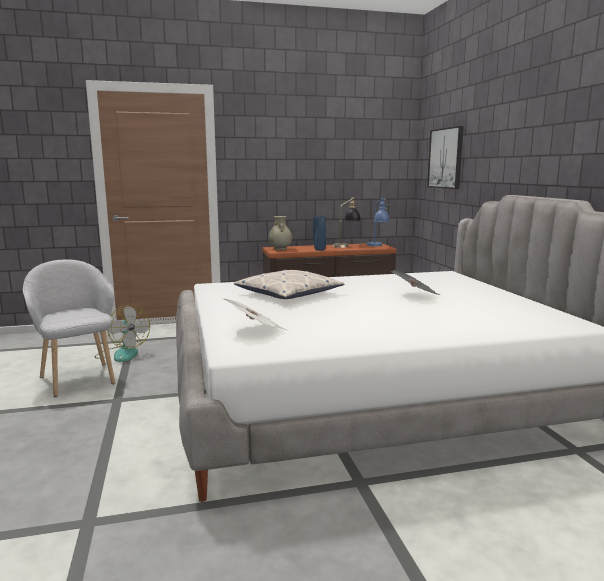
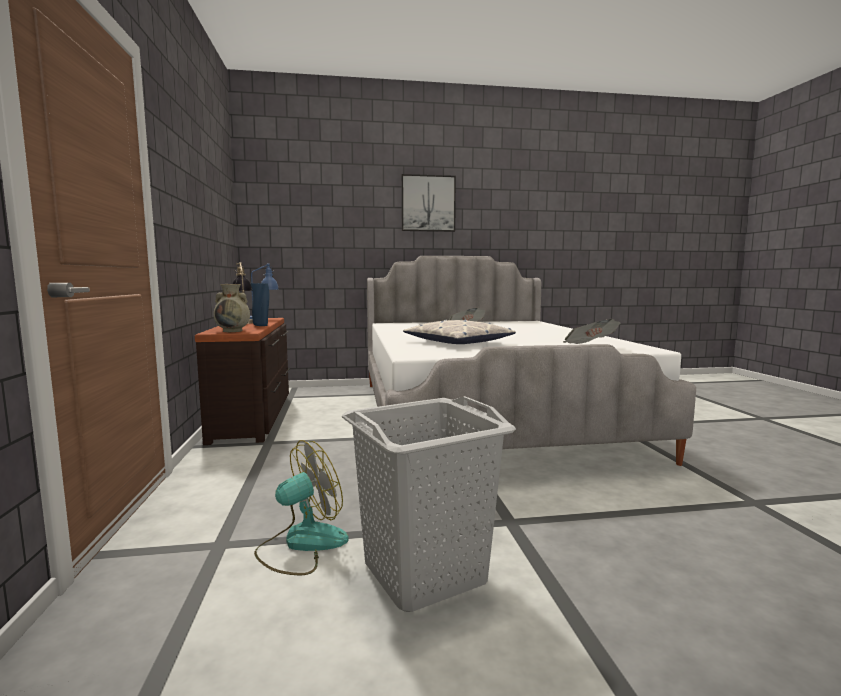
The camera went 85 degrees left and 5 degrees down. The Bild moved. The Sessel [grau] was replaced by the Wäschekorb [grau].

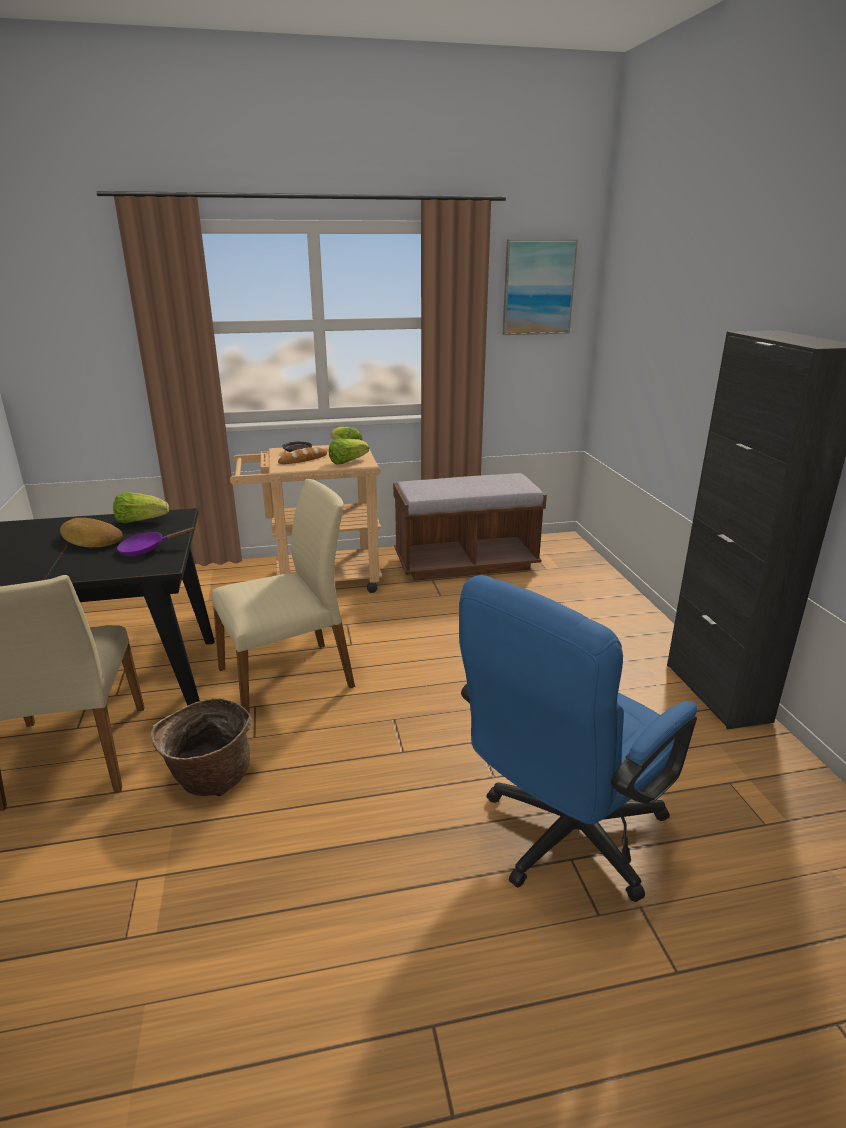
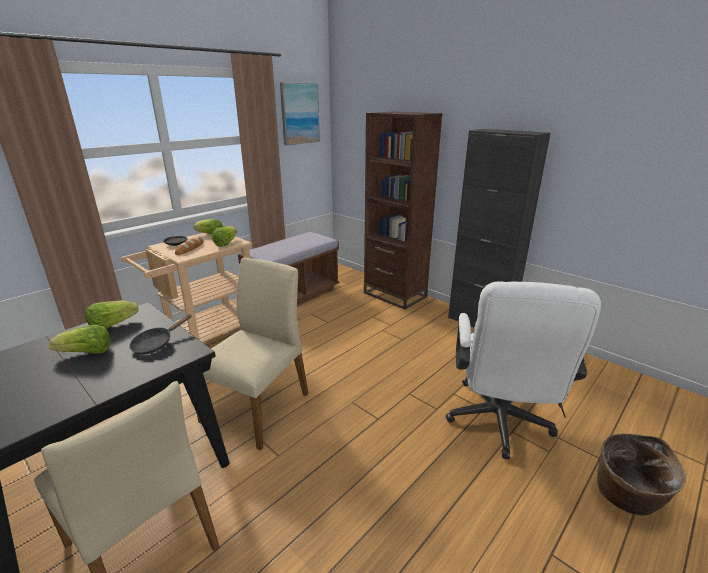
The camera went 35 degrees left and 0 degrees up. The Bücherregal [braun] appeared. The Korb moved. The Brot (1st from left) was replaced by the Salatkopf (1st from left). The Pfanne [lila] became the Pfanne [schwarz]. The Bürostuhl [blau] became the Bürostuhl [weiß].

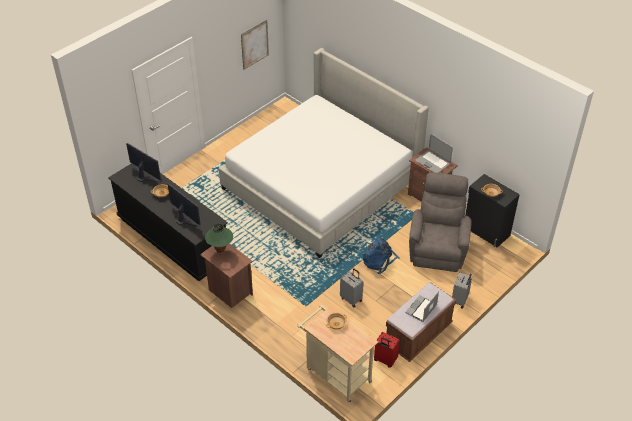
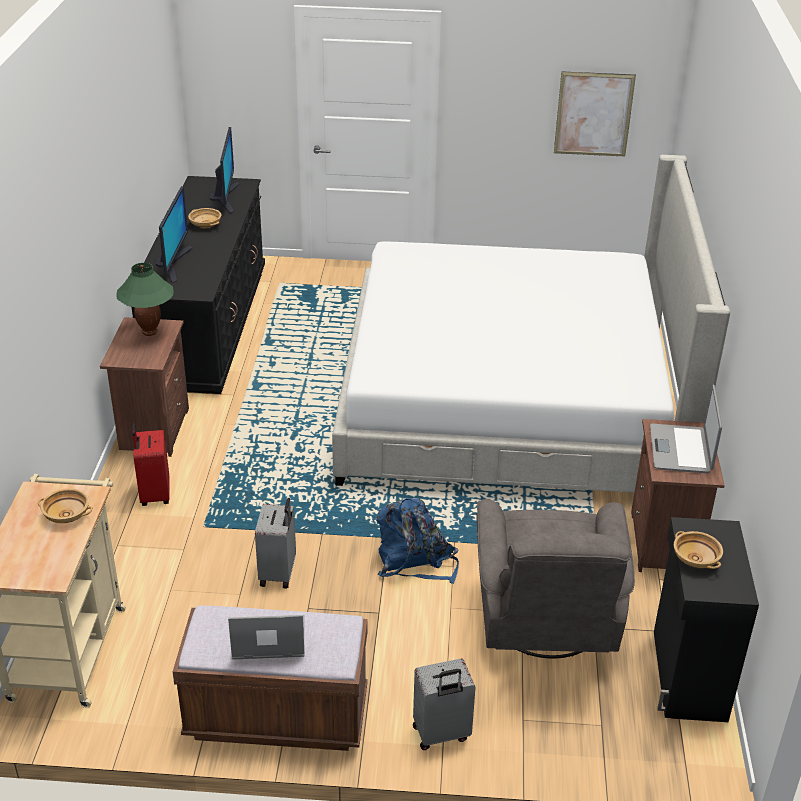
The camera went 50 degrees right and 10 degrees down. The Koffer [rot] moved. The Sessel [grau] turned 120 degrees clockwise.

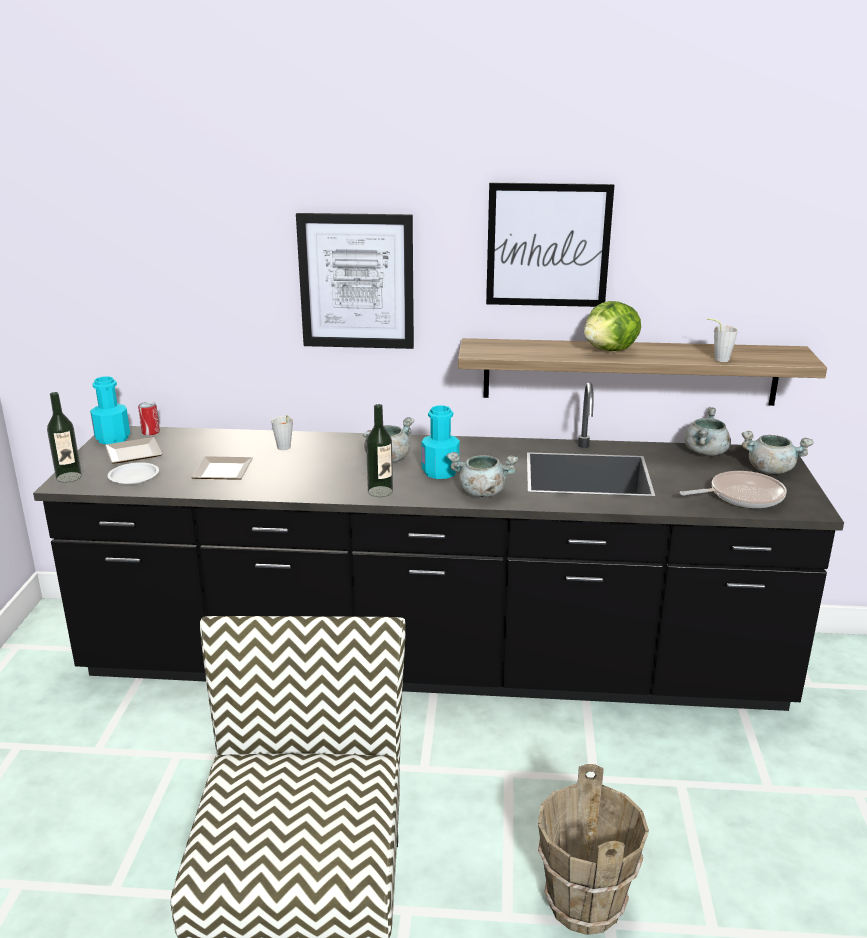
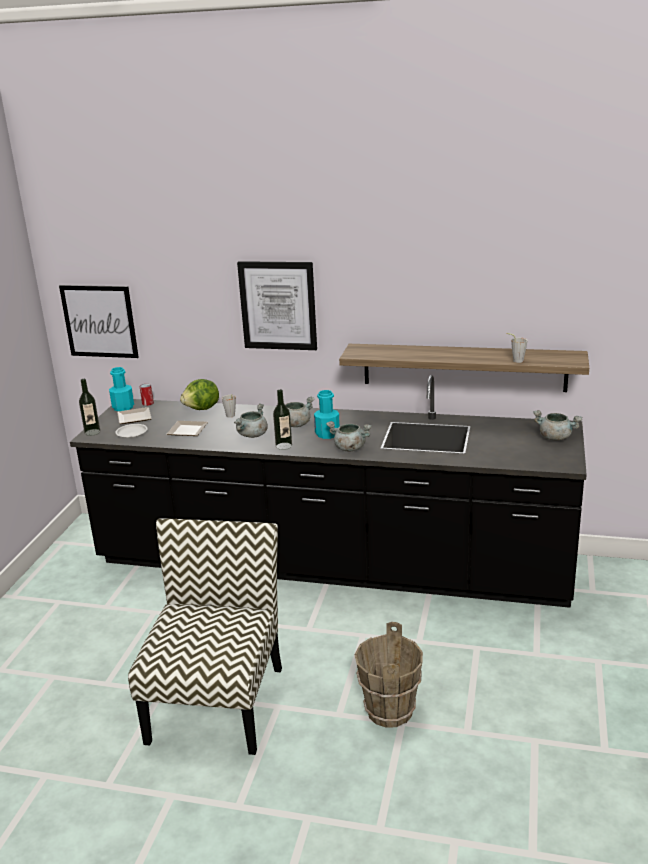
The camera went 10 degrees right and 0 degrees up. The Pfanne disappeared. The Bild (2nd from left in the first image) moved. The Salatkopf moved. The Kochtopf [grau] (3rd from left in the first image) moved.

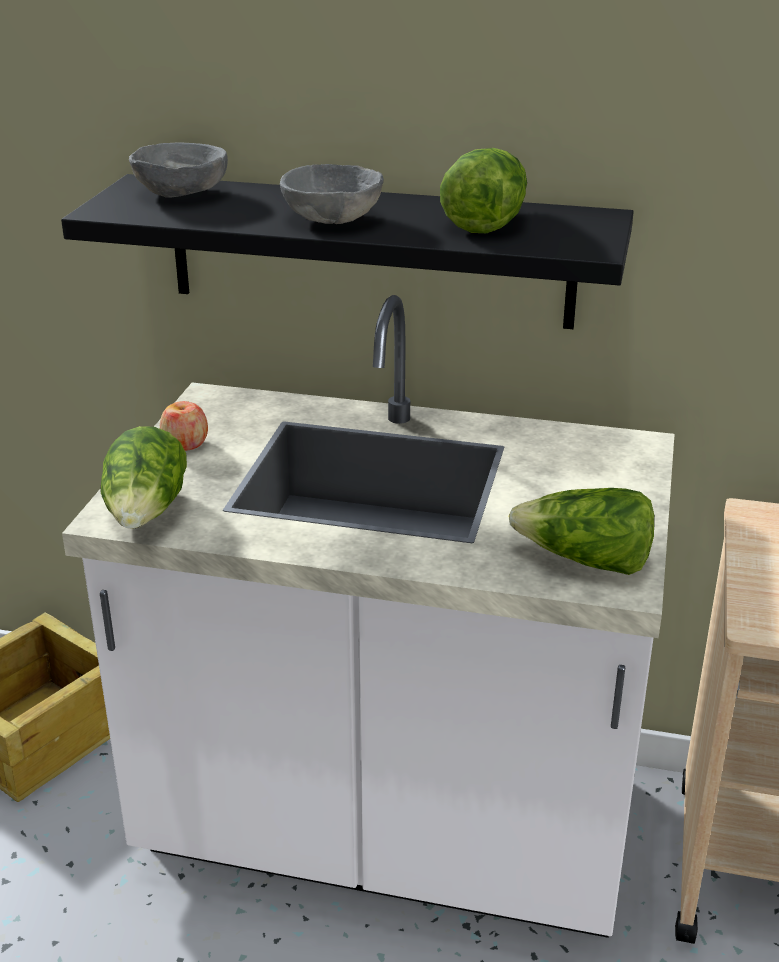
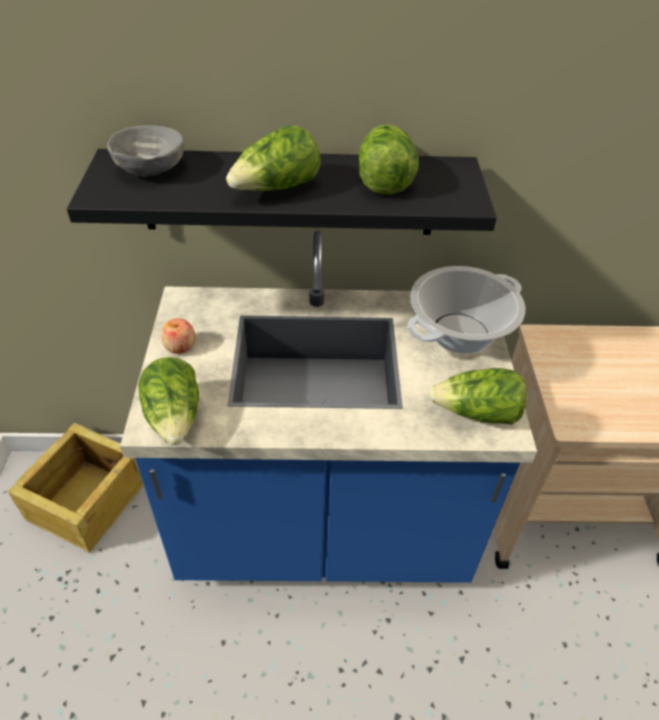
The camera went 15 degrees left and 15 degrees up. The Kochtopf appeared. The Schüssel [grau] (2nd from left) was replaced by the Salatkopf (2nd from left). The Küchenzeile [weiß] became the Küchenzeile [blau].

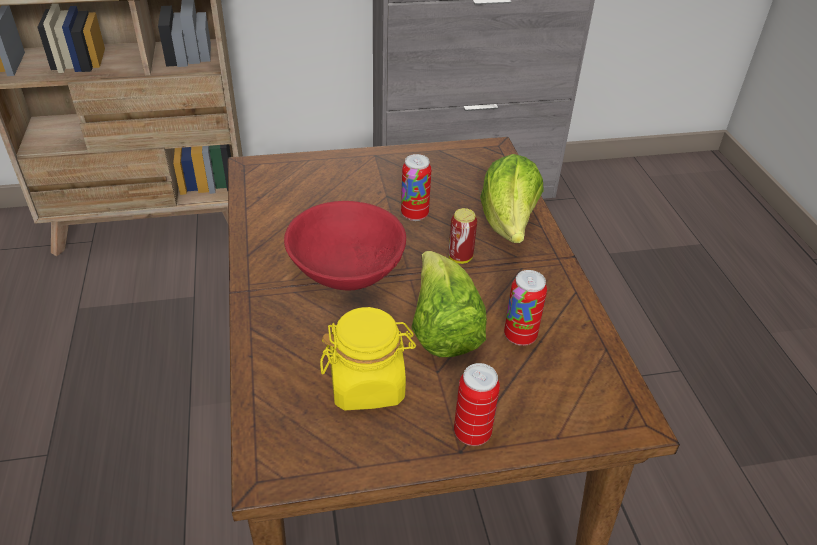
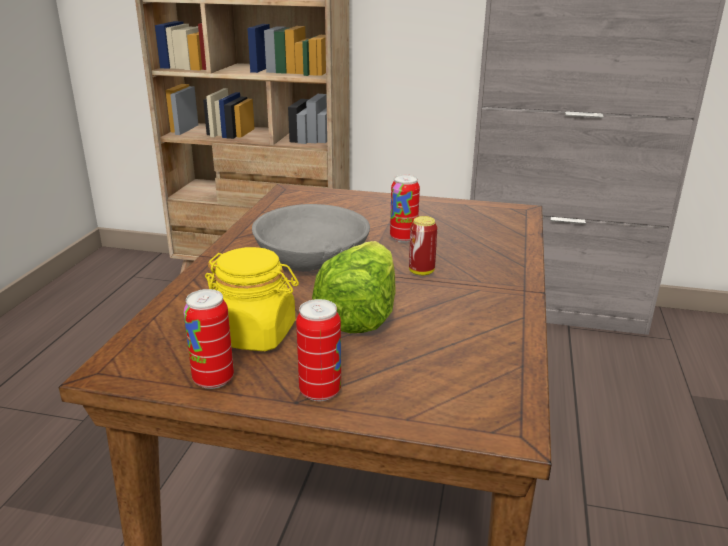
The camera went 25 degrees right and 15 degrees down. The Salatkopf (2nd from left) disappeared. The Dose (4th from left in the first image) moved. The Schüssel [rot] became the Schüssel [grau].

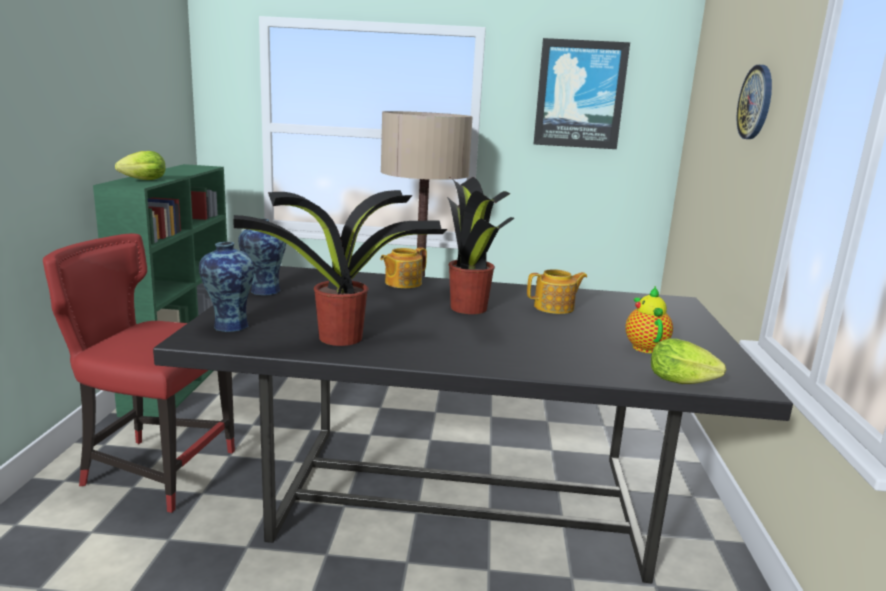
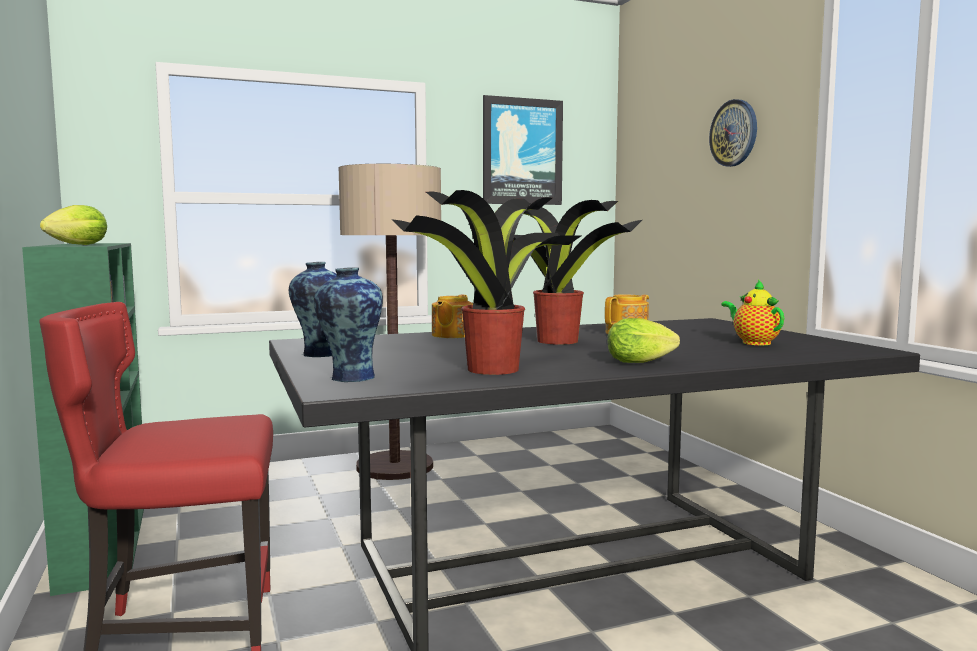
The camera went 25 degrees left and 10 degrees down. The Salatkopf (2nd from left) moved.

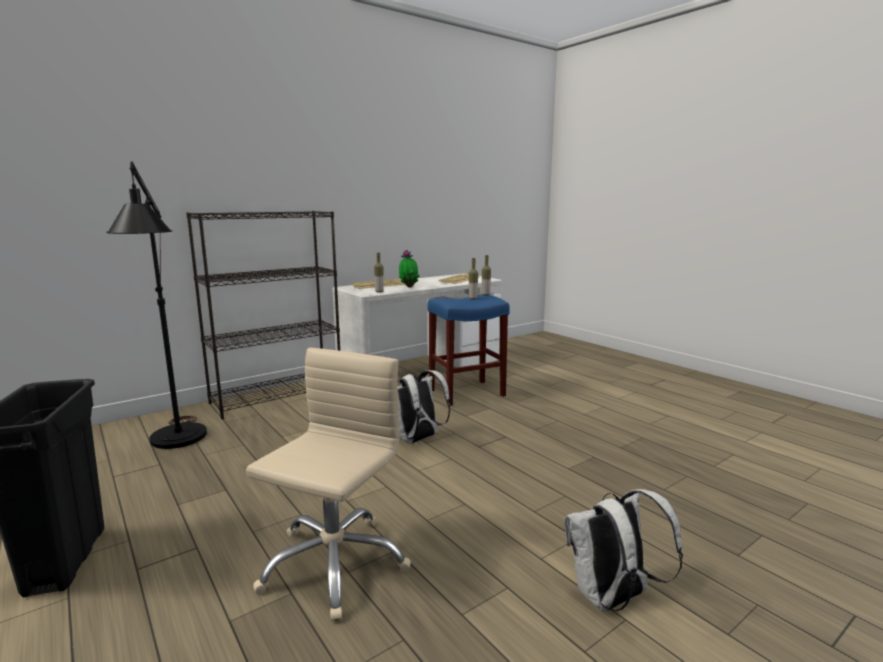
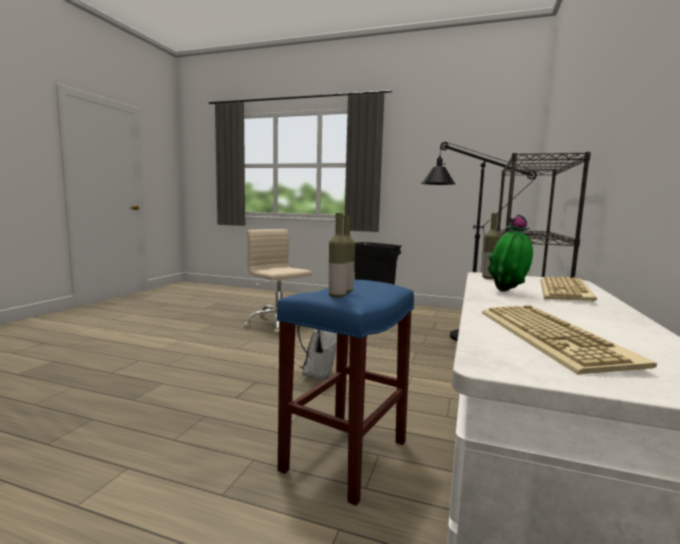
The camera went 145 degrees right and 5 degrees down. The Rucksack [weiß] (2nd from left) disappeared. The Bürostuhl [beige] turned 150 degrees clockwise.

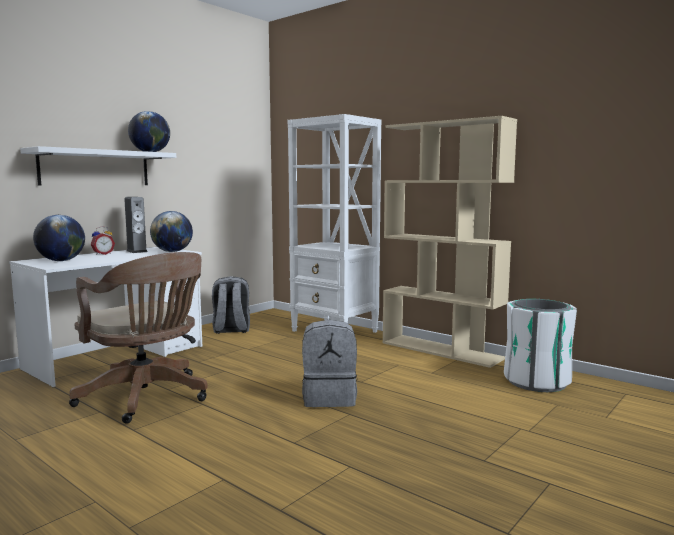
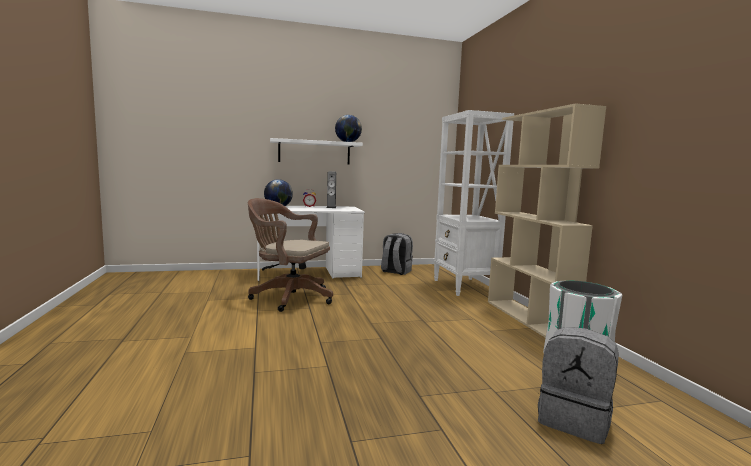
The camera went 35 degrees right and 0 degrees up. The Globus (3rd from left) disappeared. The Rucksack [grau] (2nd from left) moved. The Bürostuhl [braun] turned 120 degrees clockwise.

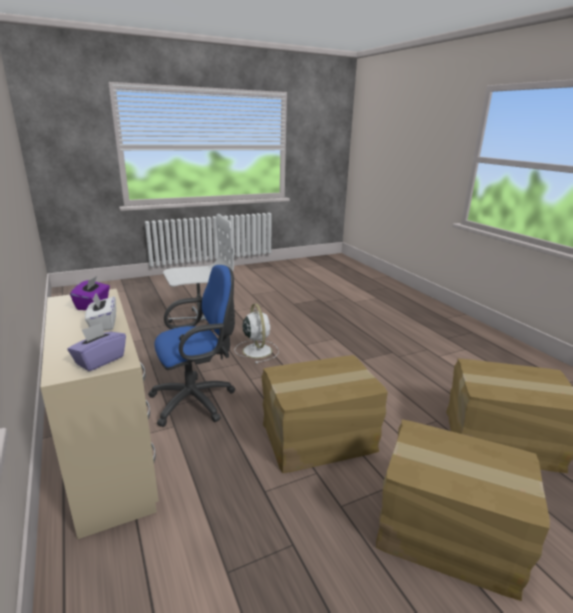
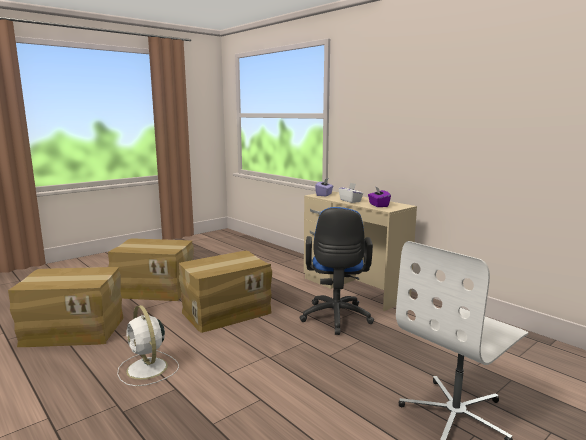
The camera went 165 degrees right and 10 degrees down. The Ventilator [weiß] moved. The Bürostuhl [blau] turned 45 degrees counterclockwise.

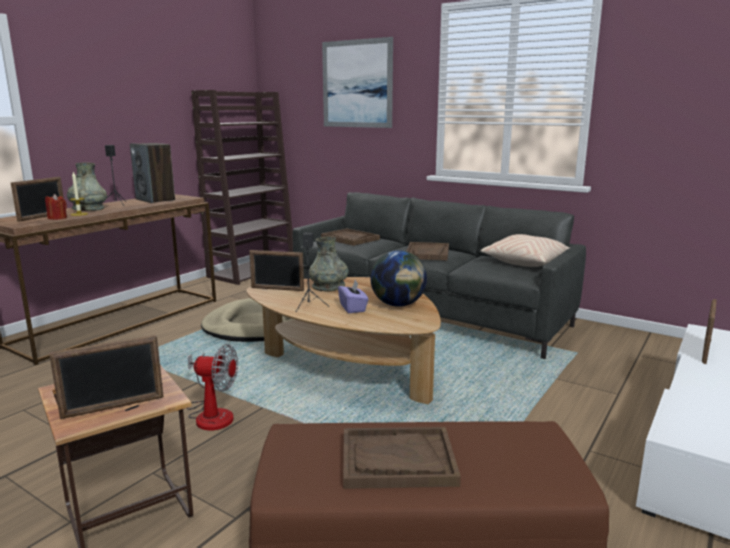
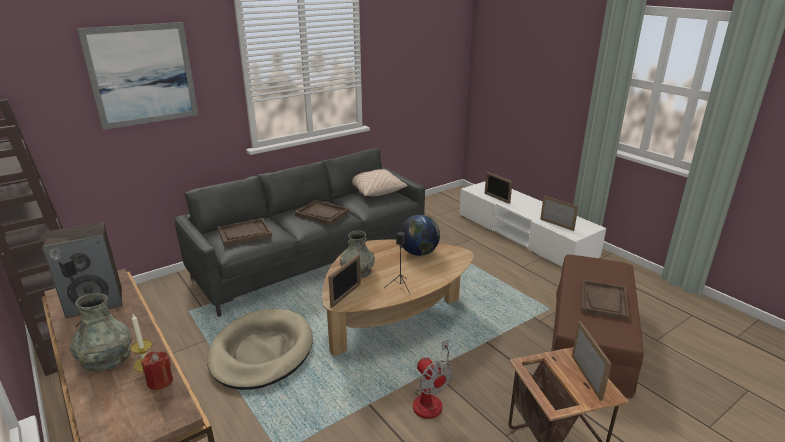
The camera went 70 degrees left and 10 degrees up. The Taschentuchbox [lila] disappeared. The Bilderrahmen (1st from left in the first image) moved. The Ventilator turned 120 degrees clockwise.

